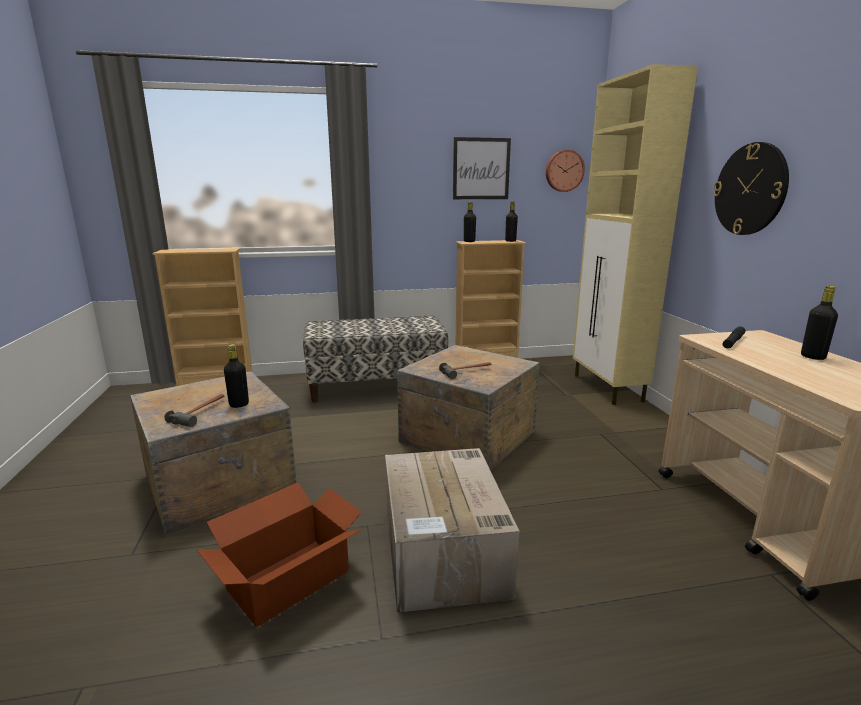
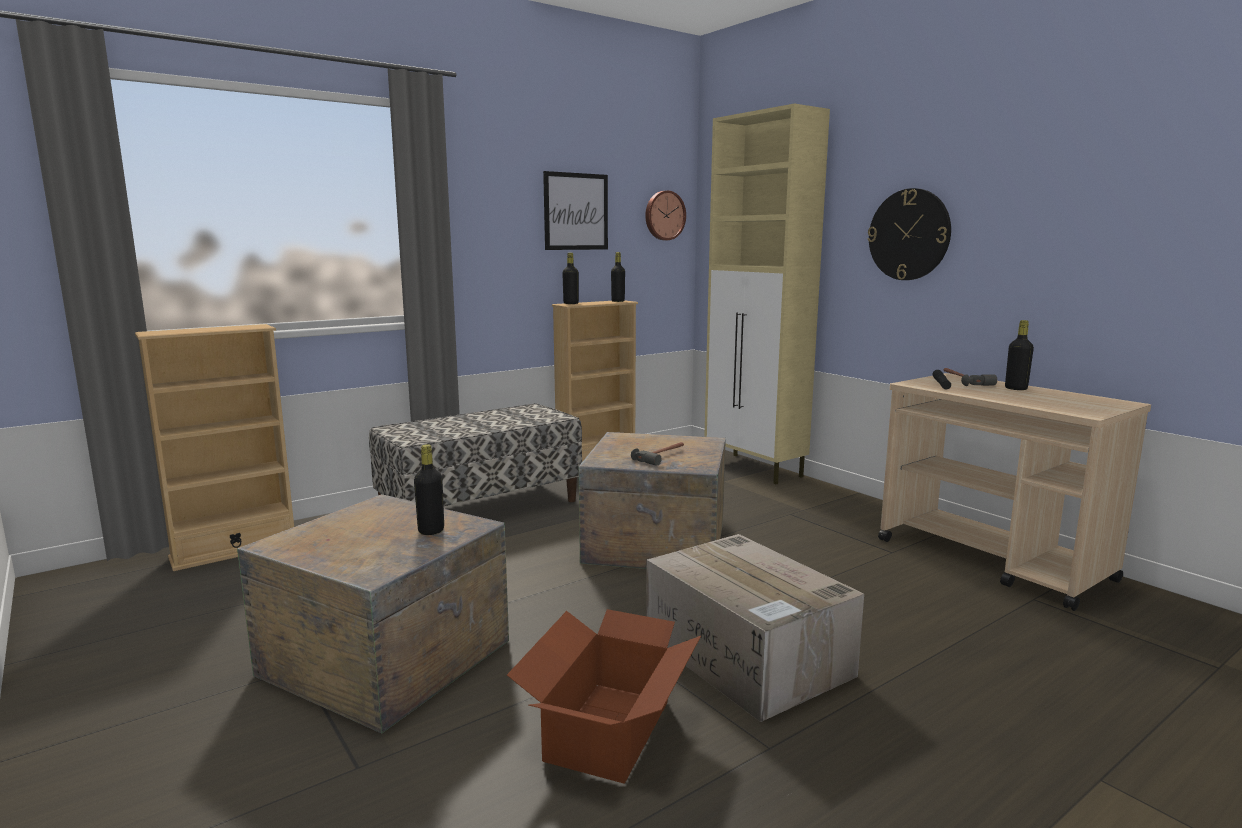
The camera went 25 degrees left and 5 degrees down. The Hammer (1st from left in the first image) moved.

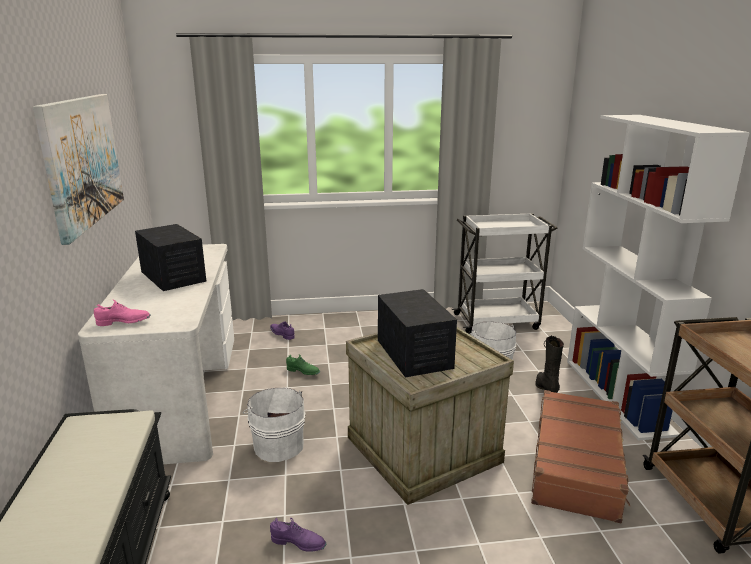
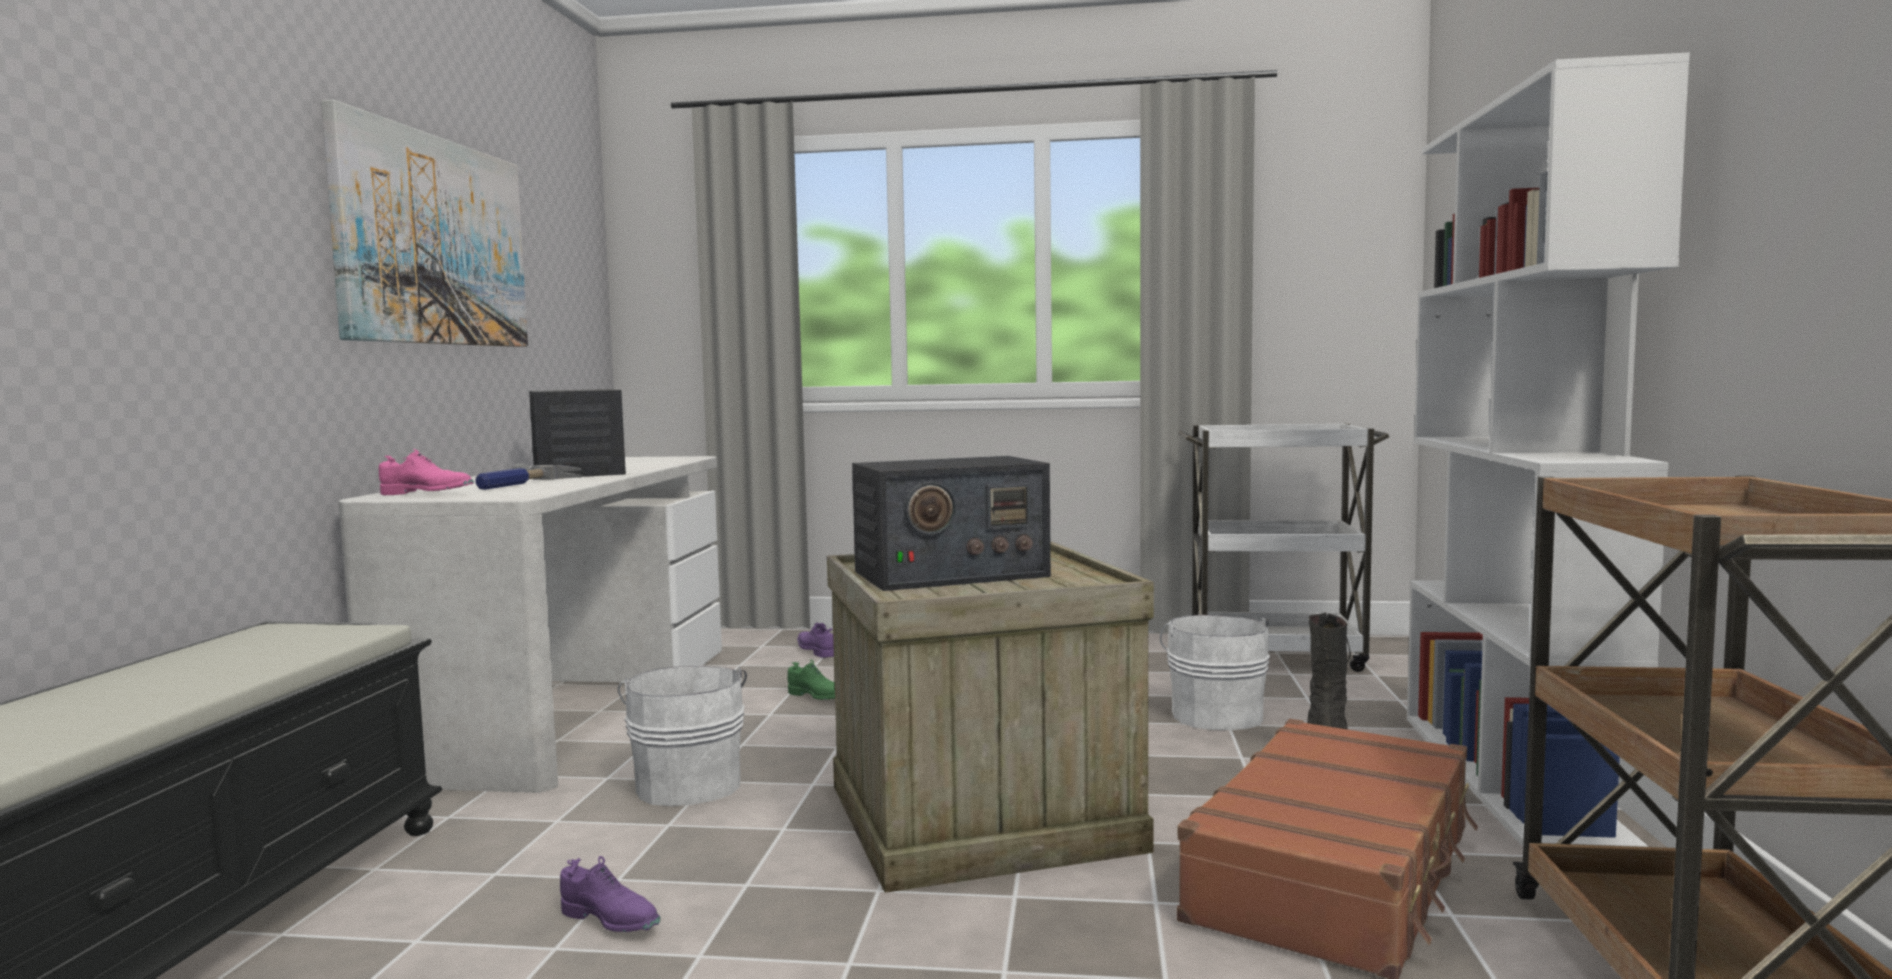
The camera went 15 degrees right and 15 degrees down. The Hammer appeared. The Radio (2nd from left) turned 75 degrees clockwise.

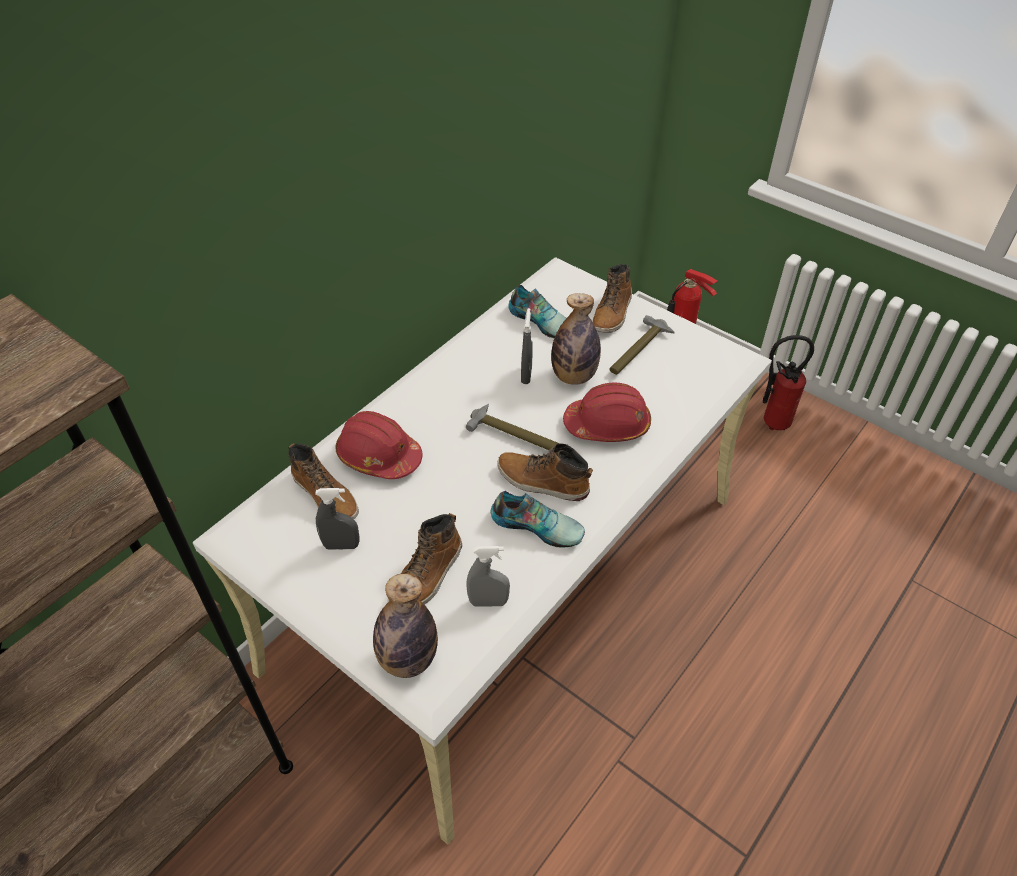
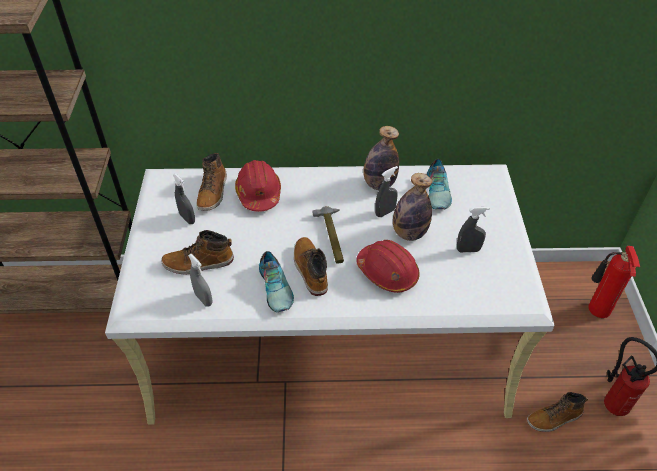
The camera went 50 degrees right and 0 degrees up. The Flasche (1st from left) moved. The Stiefel (4th from left) moved. The Hammer (2nd from left) was replaced by the Sprühflasche [grau] (4th from left).

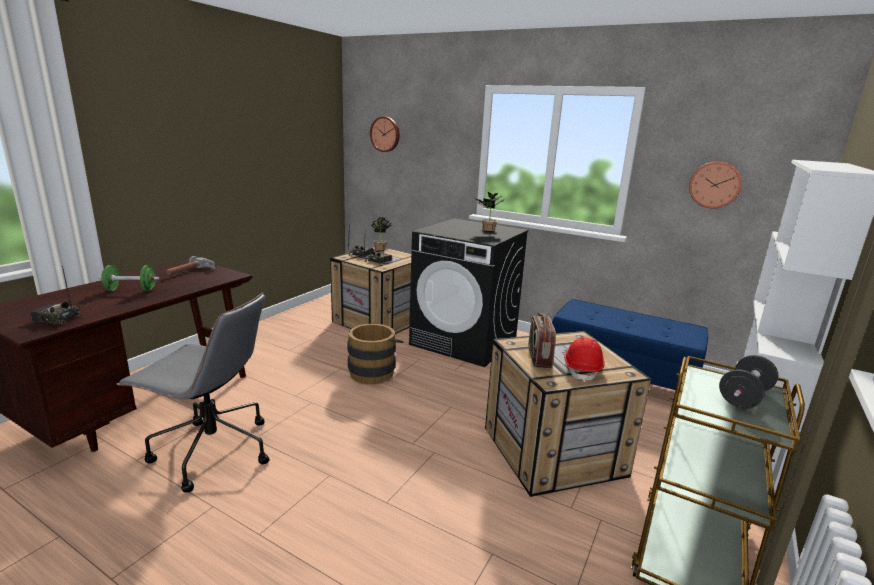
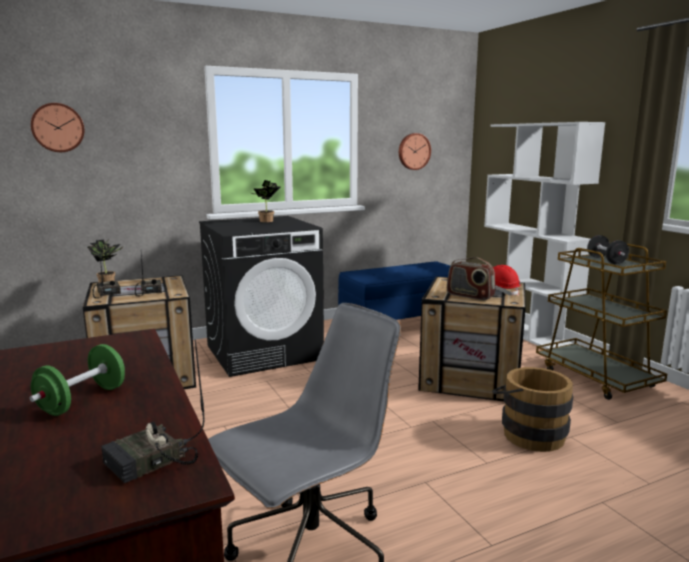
The camera went 55 degrees left and 5 degrees down. The Hammer disappeared. The Eimer [braun] moved.

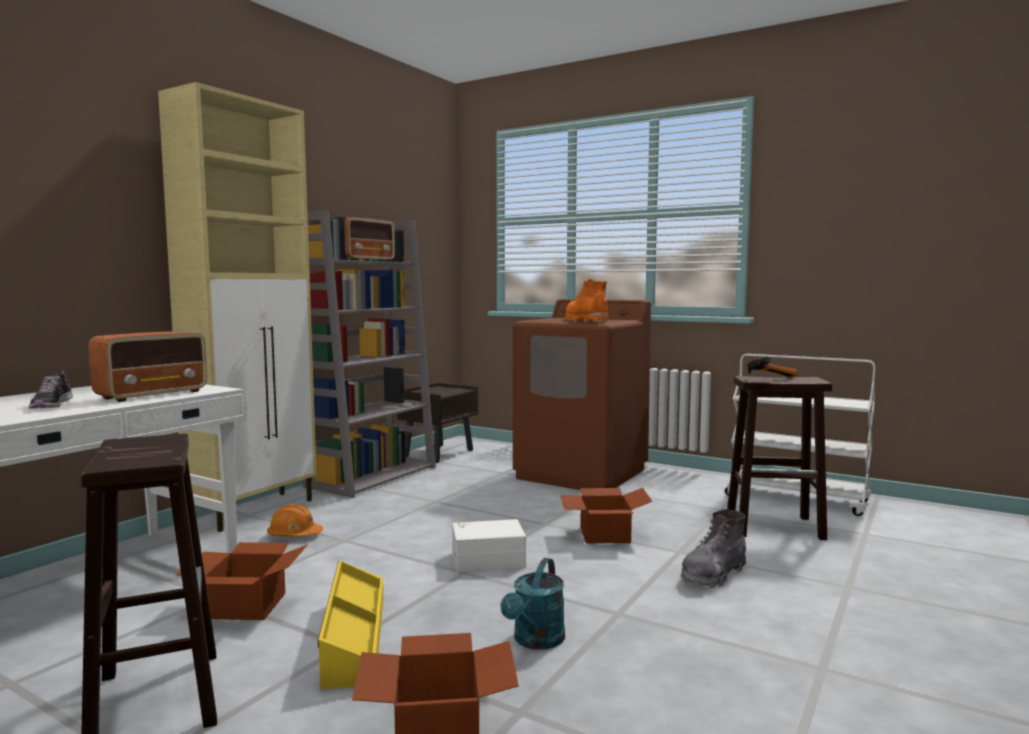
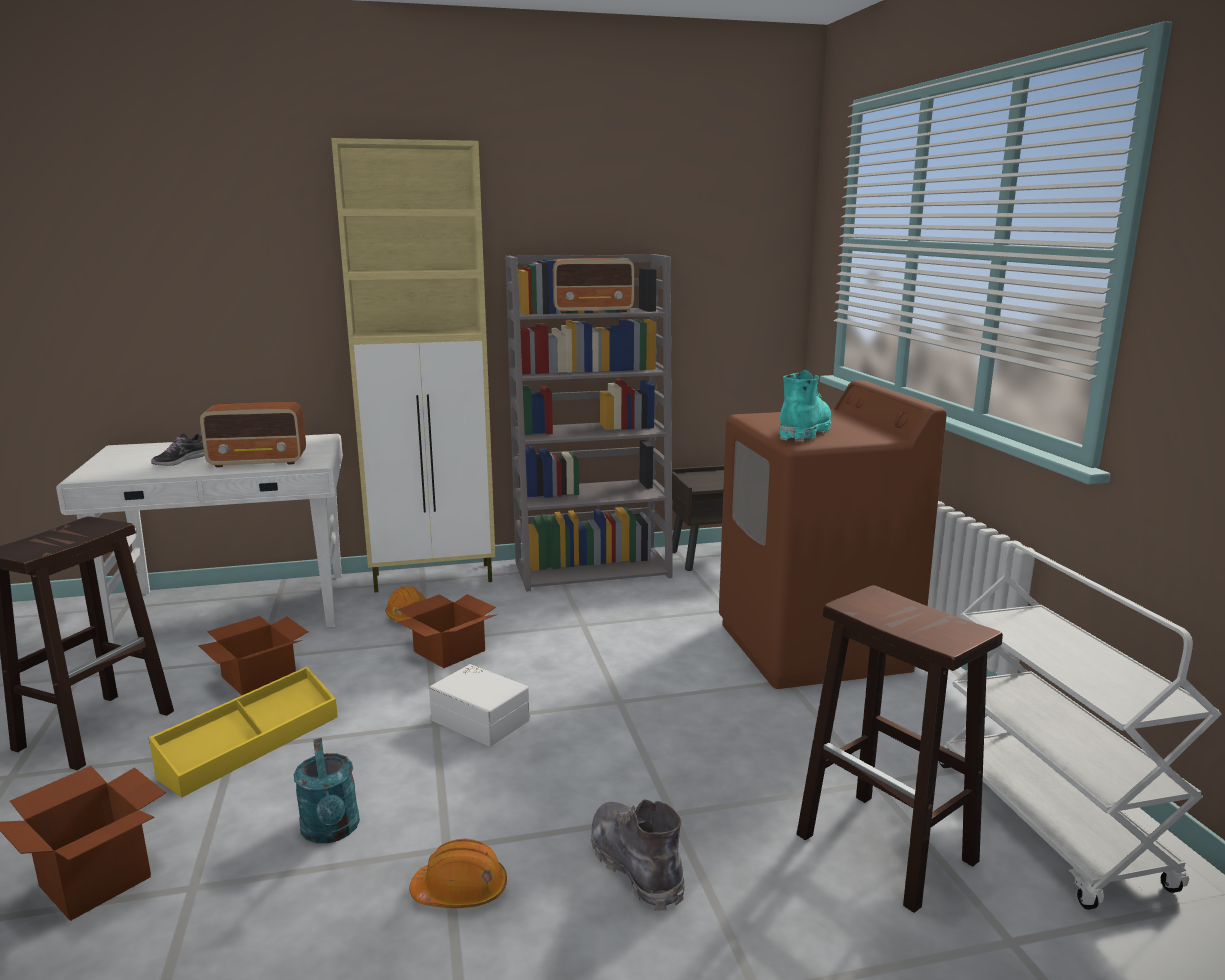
The camera went 45 degrees right and 10 degrees up. The Hammer disappeared. The Schutzhelm [orange] (2nd from left) appeared. The Karton (3rd from left) moved. The Stiefel [orange] became the Stiefel [türkis]. The Gießkanne [türkis] turned 90 degrees counterclockwise. The Stiefel [grau] turned 60 degrees clockwise.

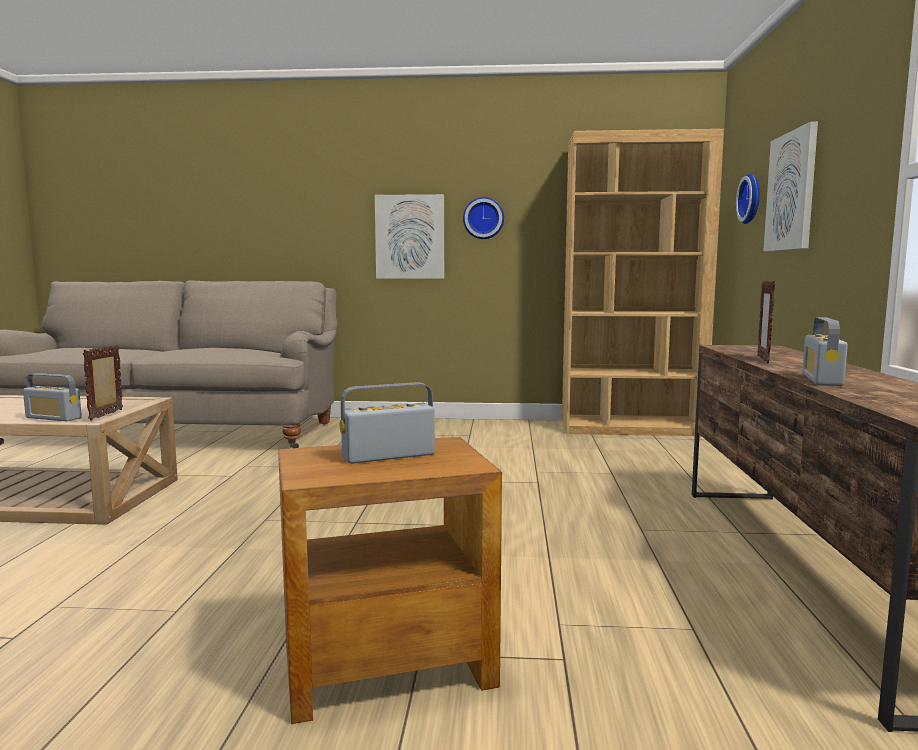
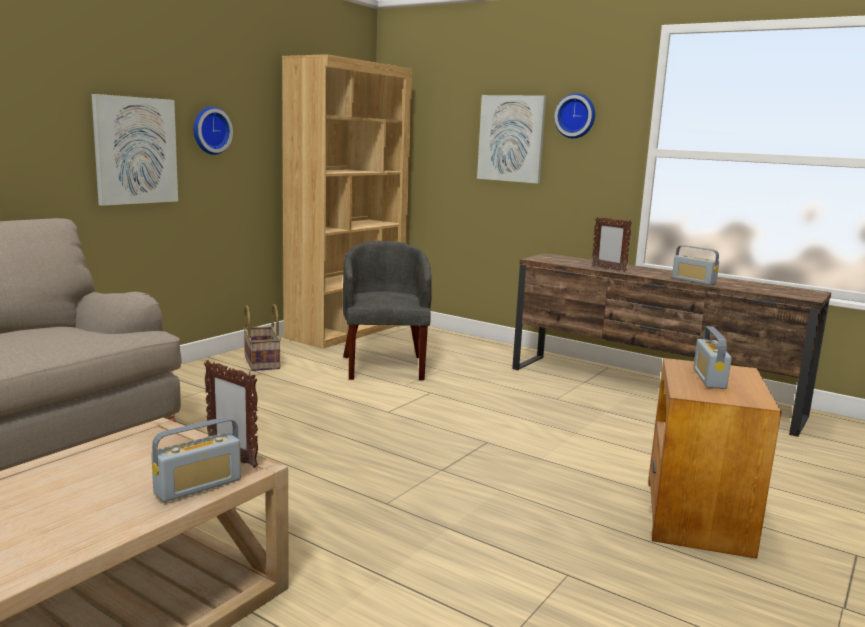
The camera went 60 degrees left and 5 degrees up. The Korb appeared. The Sessel [grau] appeared. The Wanduhr (2nd from left) moved.

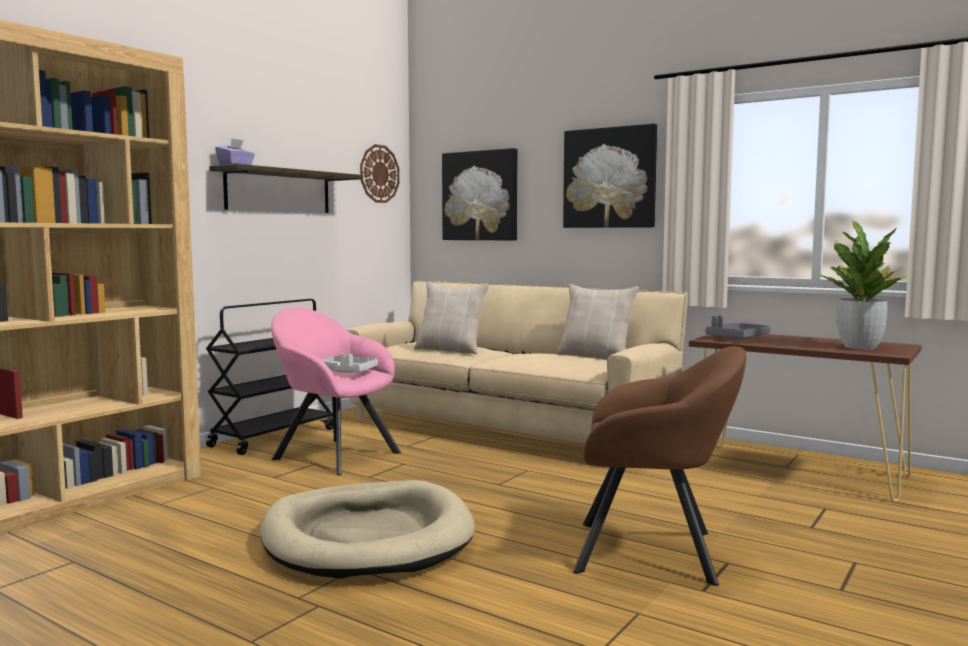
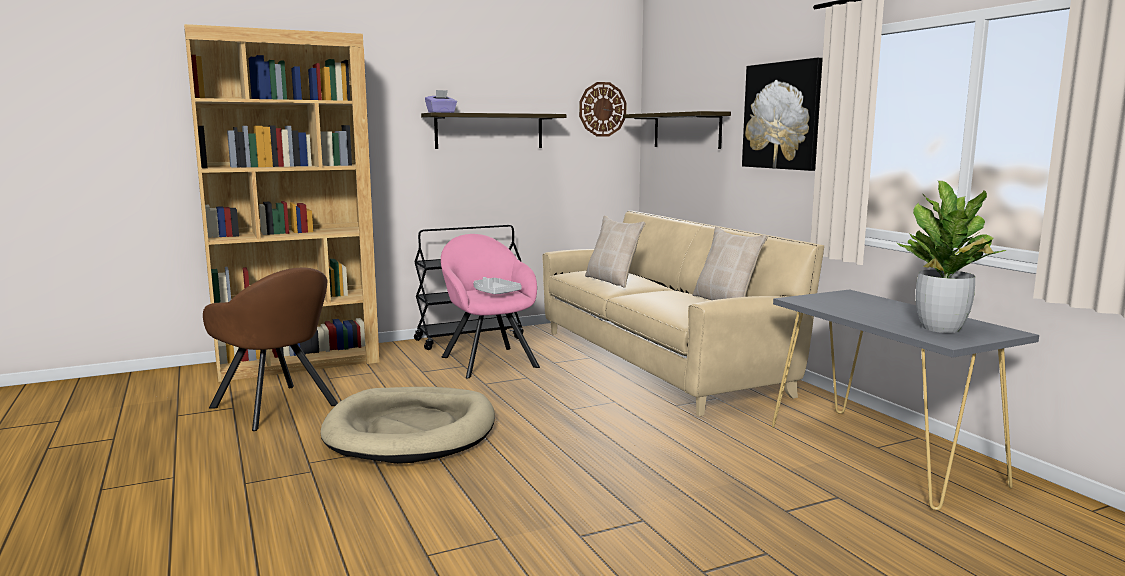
The camera went 30 degrees right and 5 degrees up. The Tablett [grau] (2nd from left) disappeared. The Sessel [braun] moved. The Bild (1st from left) was replaced by the Wandregal (2nd from left). The Konsolentisch [braun] became the Konsolentisch [grau].

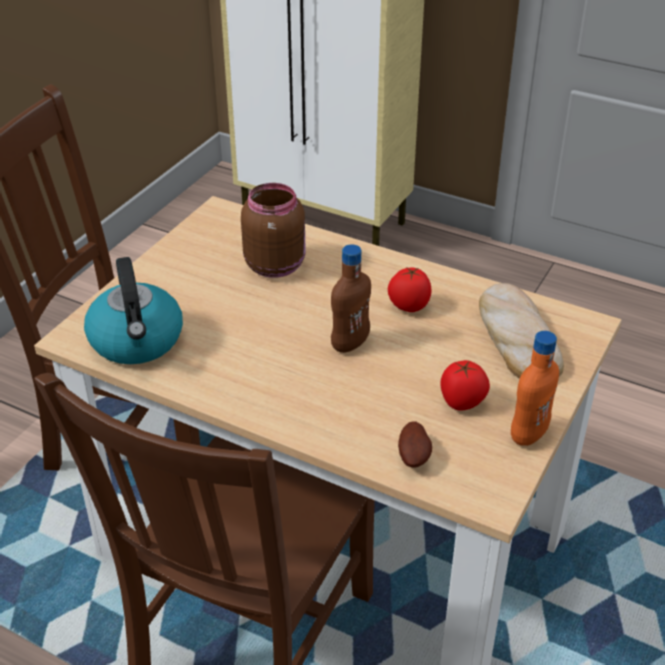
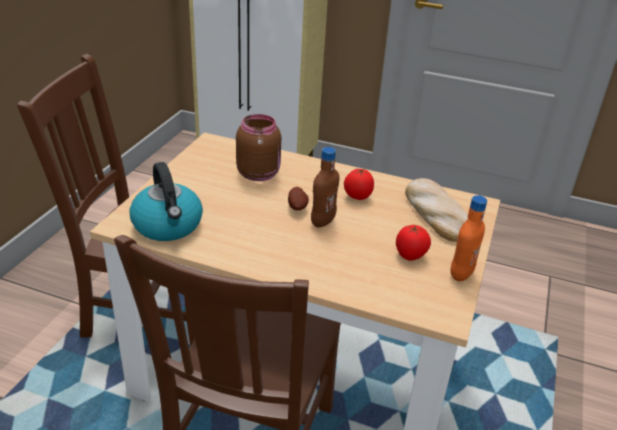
The camera went 10 degrees left and 5 degrees down. The Kartoffel moved.

